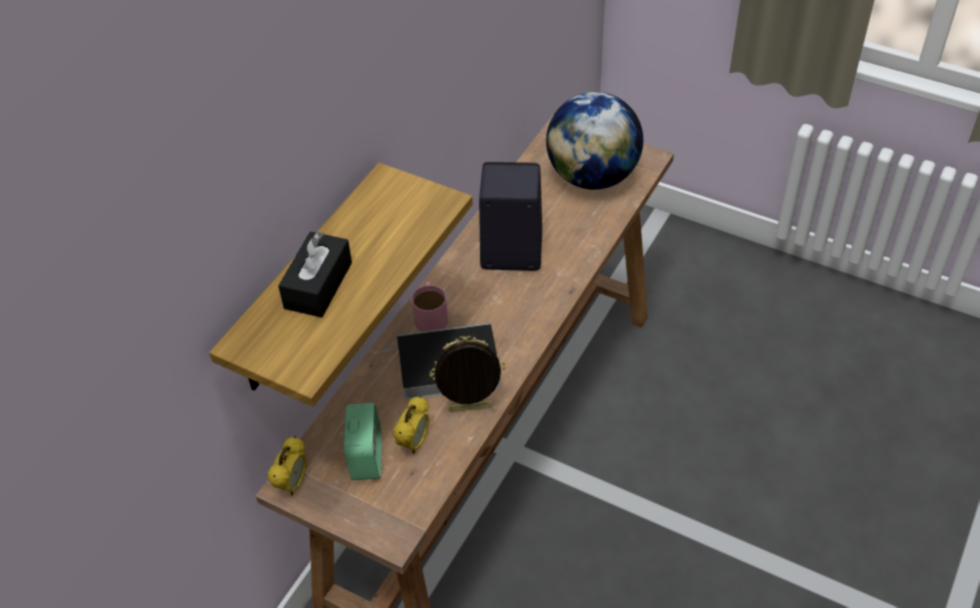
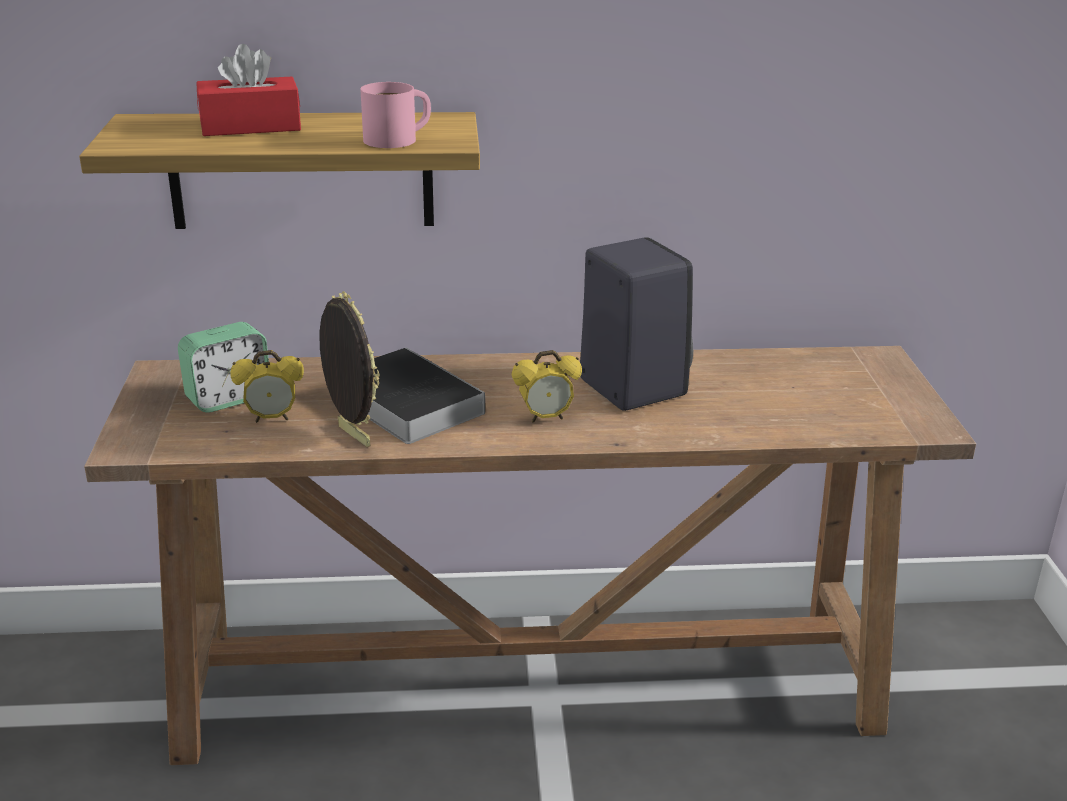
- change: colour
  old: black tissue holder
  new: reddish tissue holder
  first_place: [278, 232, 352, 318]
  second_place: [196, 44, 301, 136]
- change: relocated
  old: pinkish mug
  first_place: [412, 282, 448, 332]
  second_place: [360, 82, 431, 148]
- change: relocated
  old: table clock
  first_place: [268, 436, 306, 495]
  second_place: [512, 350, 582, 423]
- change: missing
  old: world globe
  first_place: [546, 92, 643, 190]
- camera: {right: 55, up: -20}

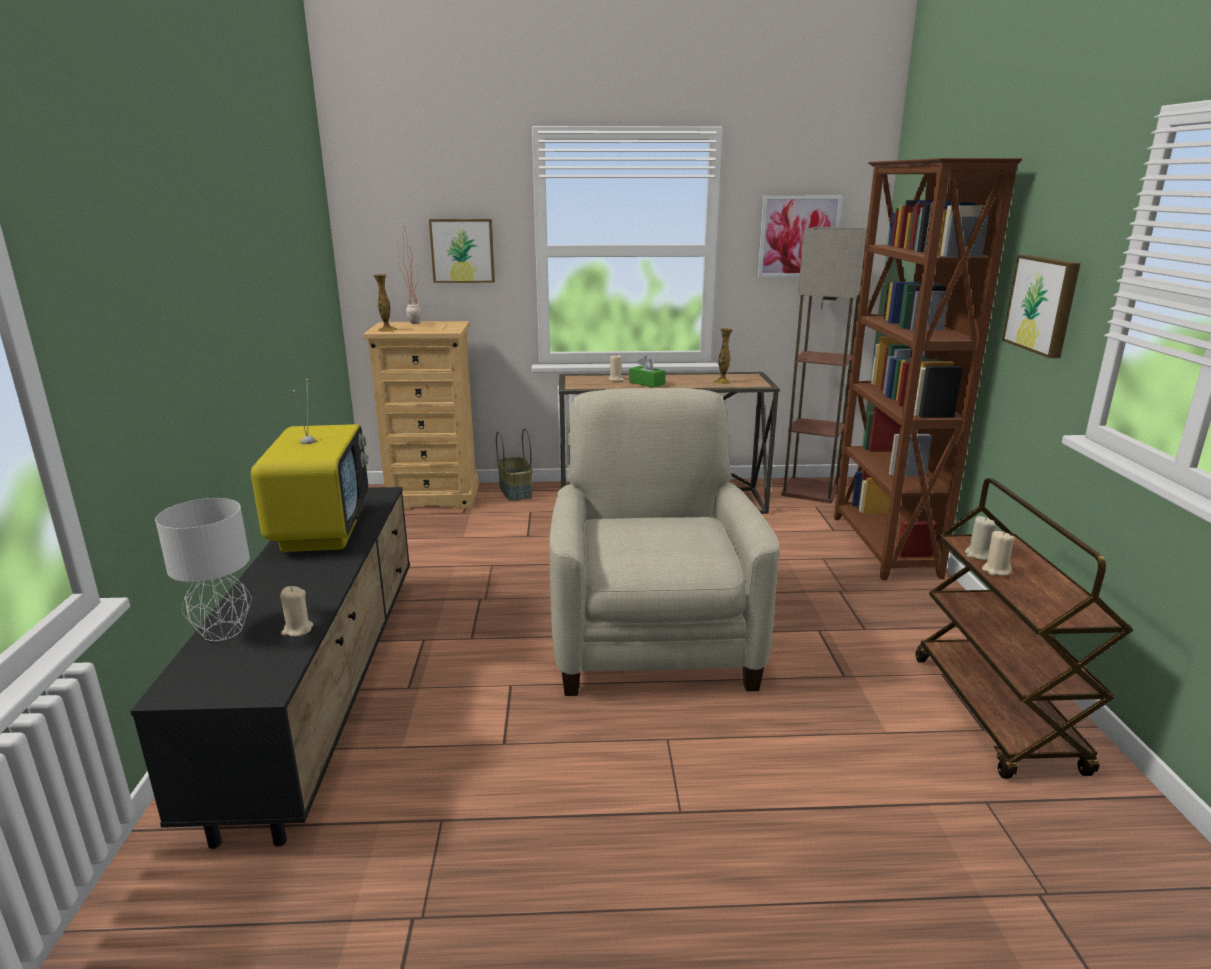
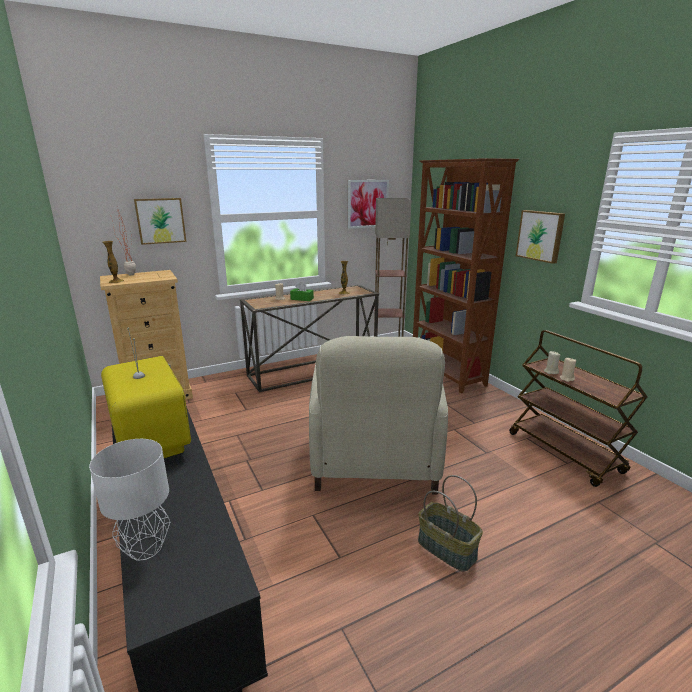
- change: spun
  old: beige-coloured easy chair
  first_place: [549, 388, 779, 696]
  second_place: [309, 336, 448, 494]
  degrees: -150
- change: relocated
  old: storage basket
  first_place: [496, 429, 532, 501]
  second_place: [418, 475, 483, 572]
- change: missing
  old: beige-coloured candle
  first_place: [280, 586, 313, 637]
- camera: {right: -25, up: 0}

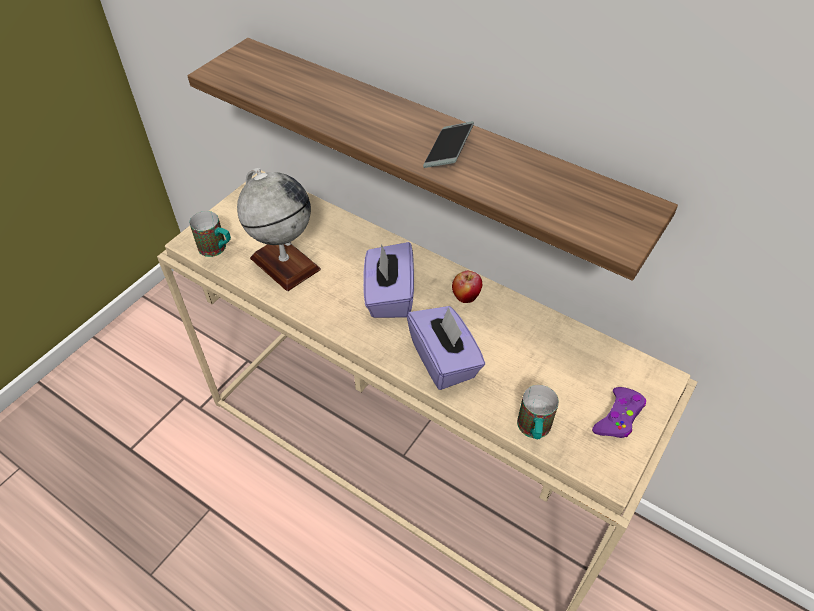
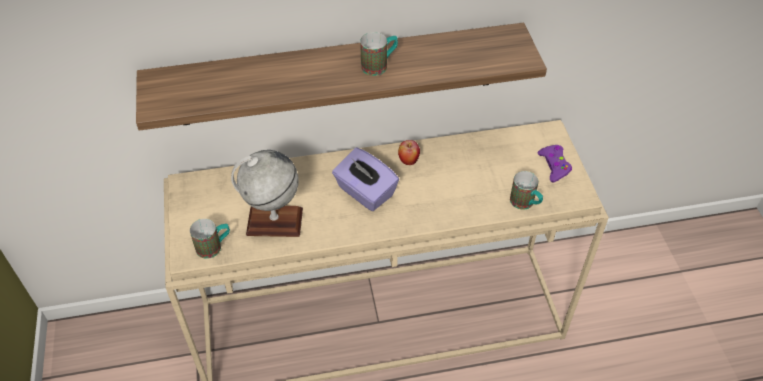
- change: exchanged
  old: telephone
  new: mug
  first_place: [423, 121, 474, 168]
  second_place: [360, 32, 398, 76]
- change: missing
  old: purple tissue holder
  first_place: [407, 306, 485, 390]
- camera: {right: -45, up: 0}

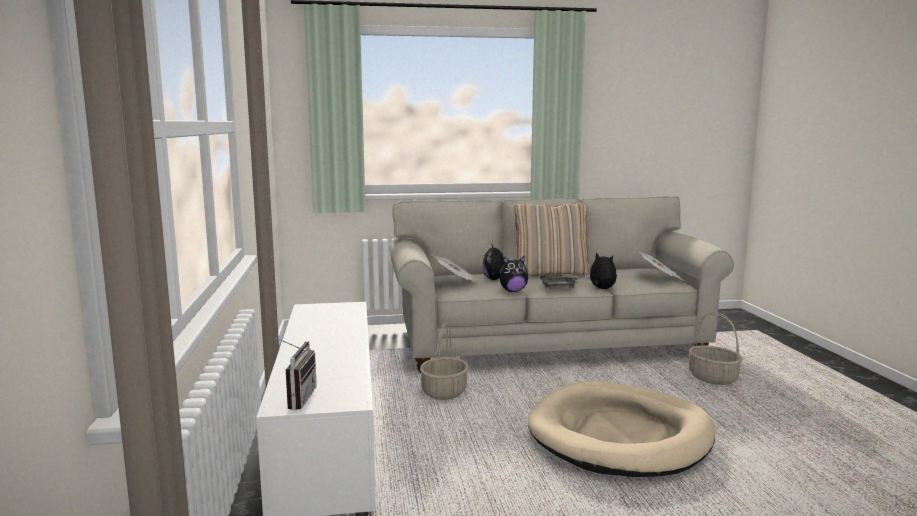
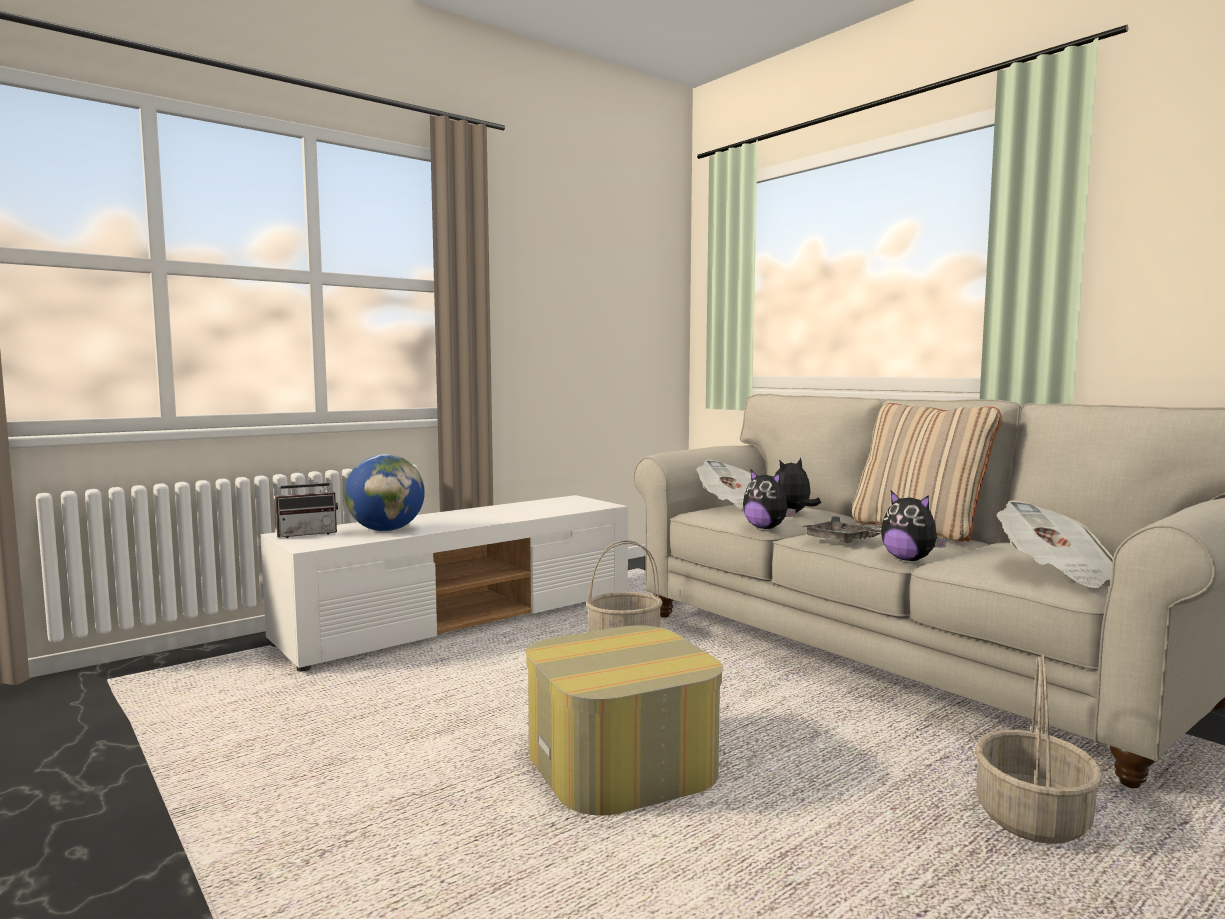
- change: appeared
  new: world globe
  second_place: [344, 454, 425, 531]
- change: exchanged
  old: beige-coloured pet bed
  new: footrest
  first_place: [528, 381, 715, 477]
  second_place: [526, 626, 723, 816]
- change: spun
  old: soft toy
  first_place: [585, 252, 617, 289]
  second_place: [881, 491, 947, 561]
  degrees: 120
- camera: {right: 60, up: -5}

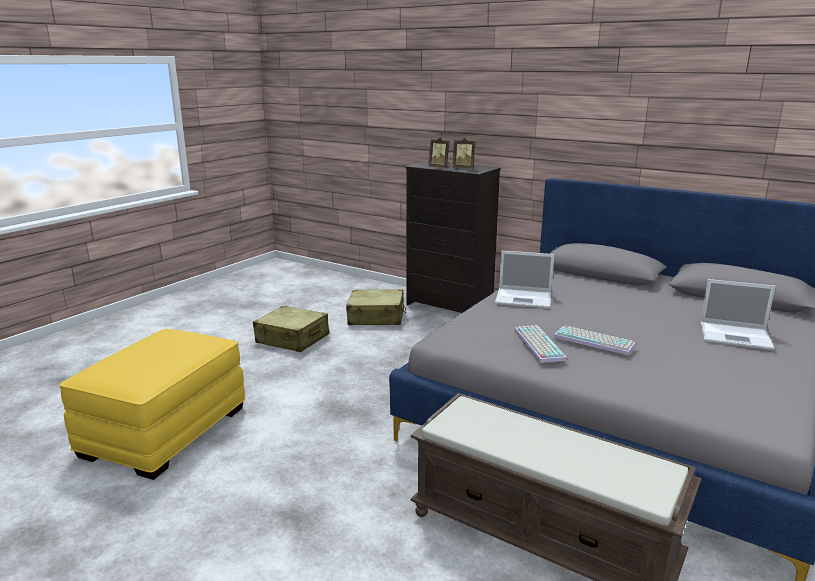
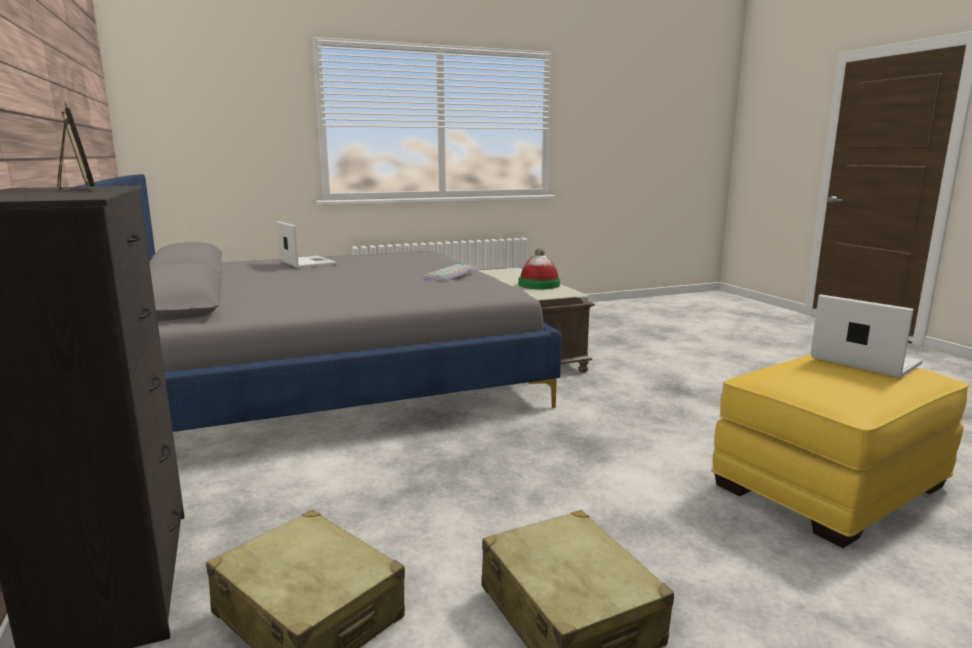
- change: appeared
  new: wearable hat
  second_place: [518, 248, 560, 289]
- change: relocated
  old: portable computer
  first_place: [495, 251, 555, 309]
  second_place: [810, 294, 923, 378]
- change: missing
  old: picture frame
  first_place: [428, 137, 450, 168]
- change: missing
  old: computer keyboard
  first_place: [553, 325, 636, 355]
- camera: {right: -145, up: -5}

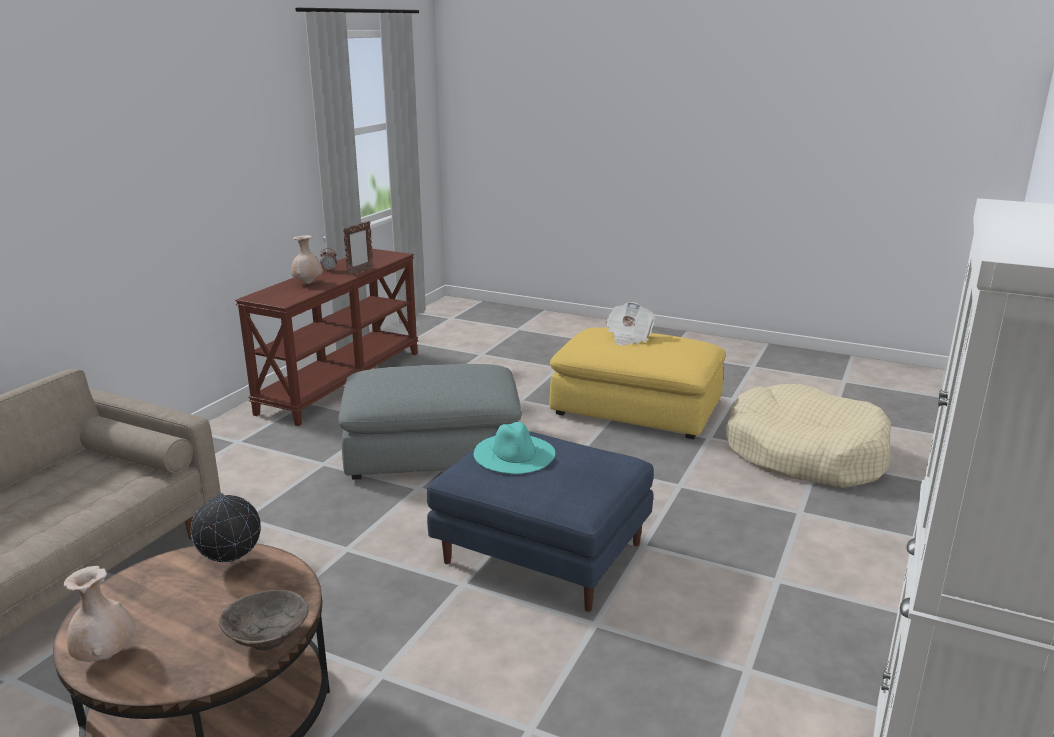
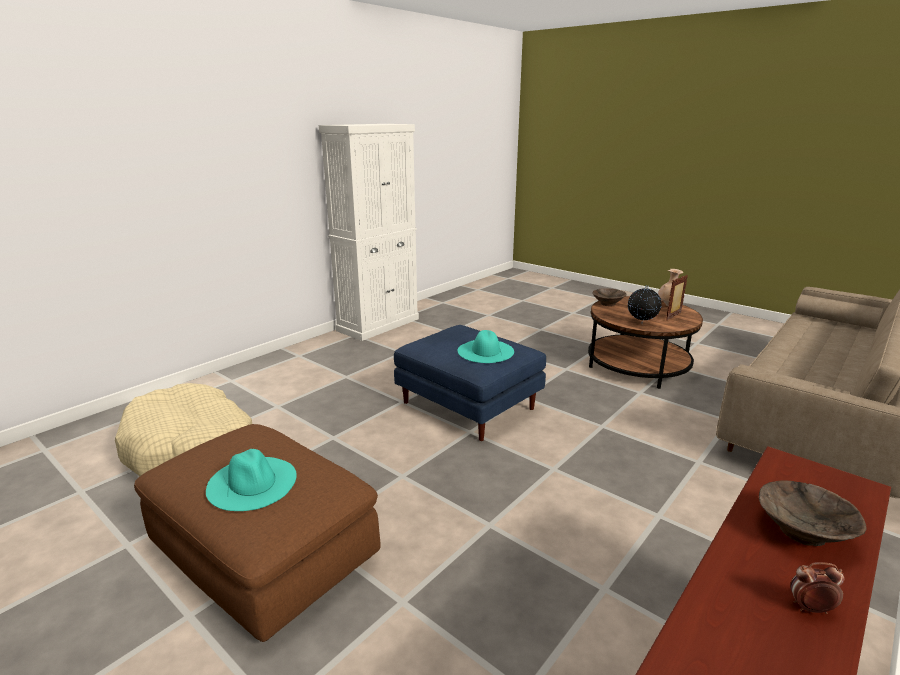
- change: colour
  old: yellowish footrest
  new: brownish footrest
  first_place: [549, 327, 726, 439]
  second_place: [134, 424, 381, 642]
- change: exchanged
  old: printed paper
  new: blue-green wearable hat
  first_place: [606, 302, 655, 345]
  second_place: [206, 449, 297, 511]
- change: relocated
  old: picture frame
  first_place: [343, 221, 373, 276]
  second_place: [666, 275, 688, 321]
- change: exchanged
  old: beige-coloured decorative vase
  new: brownish bowl
  first_place: [291, 235, 323, 284]
  second_place: [759, 480, 867, 546]
- change: missing
  old: grey footrest
  first_place: [338, 364, 522, 480]
- camera: {right: -165, up: 0}

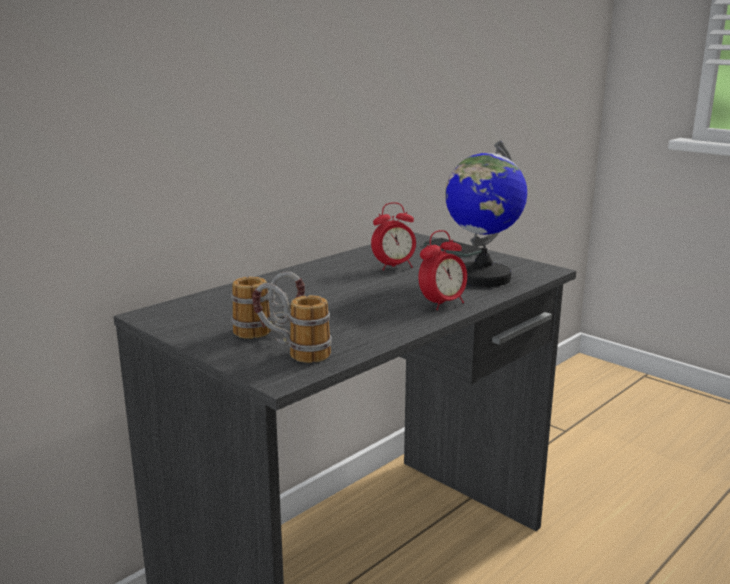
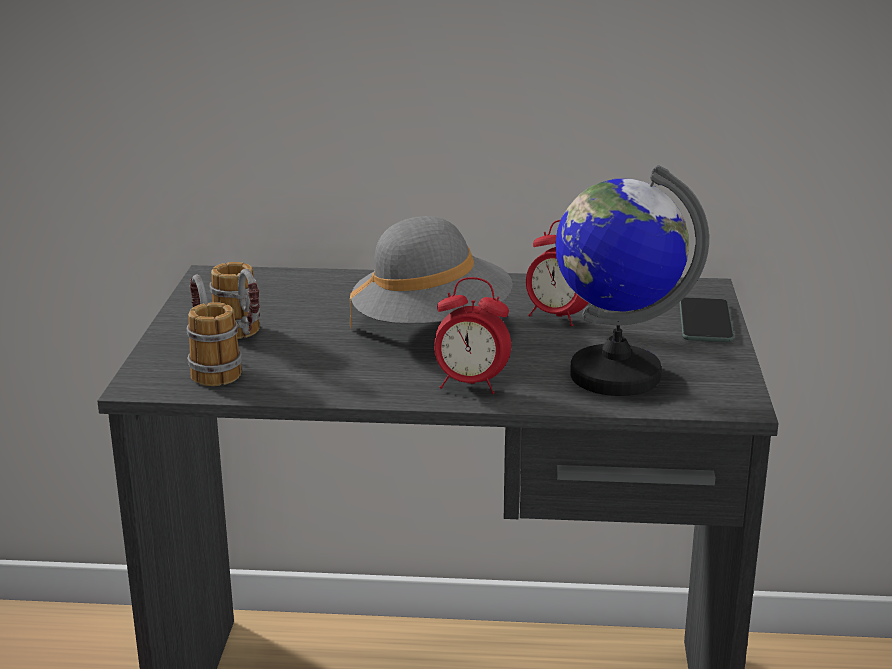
- change: appeared
  new: grey wearable hat
  second_place: [350, 216, 513, 329]
- camera: {right: 50, up: 5}

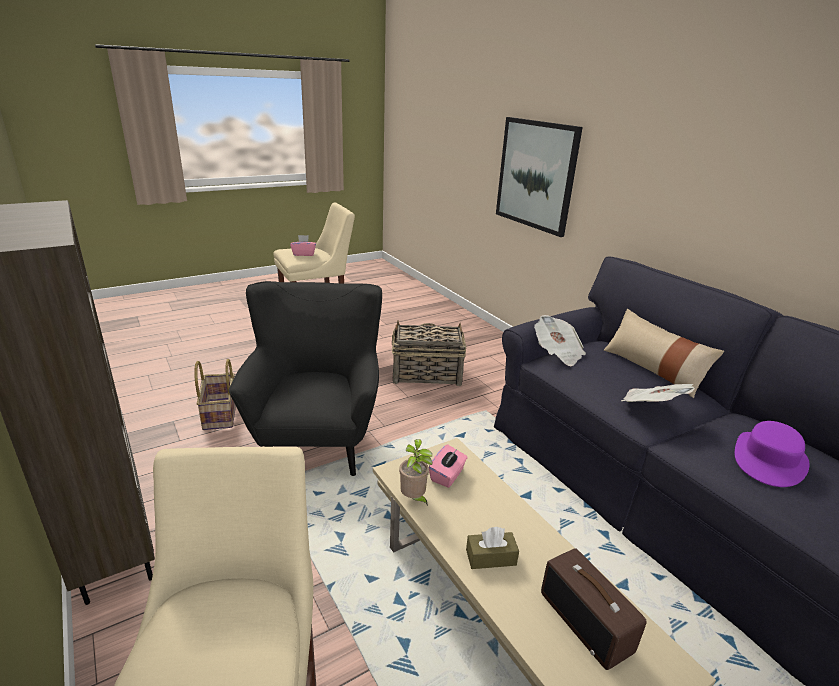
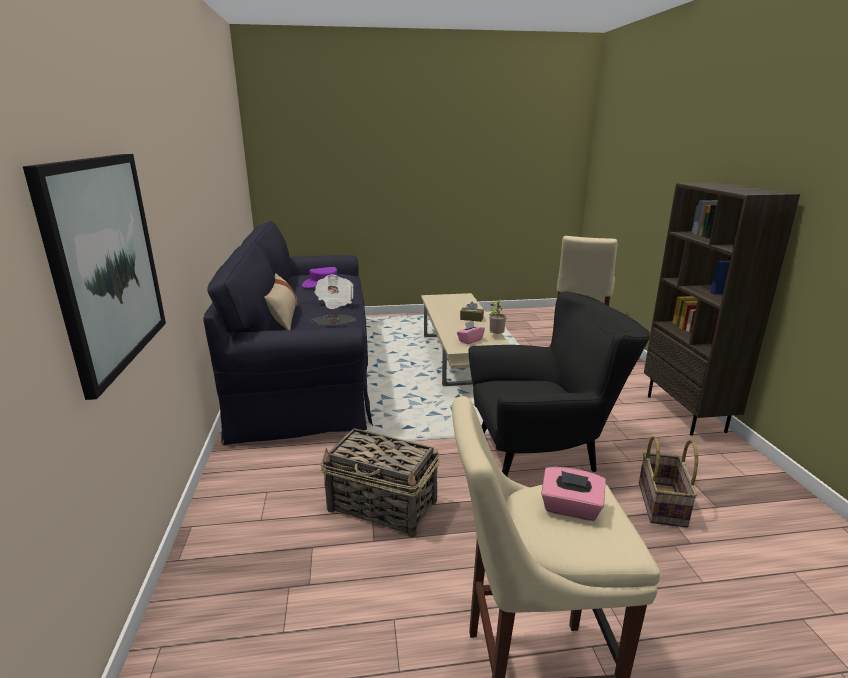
- change: spun
  old: black easy chair
  first_place: [229, 281, 382, 476]
  second_place: [468, 291, 650, 476]
  degrees: -120
- change: missing
  old: radio receiver
  first_place: [541, 548, 647, 670]
- camera: {right: -155, up: -5}

